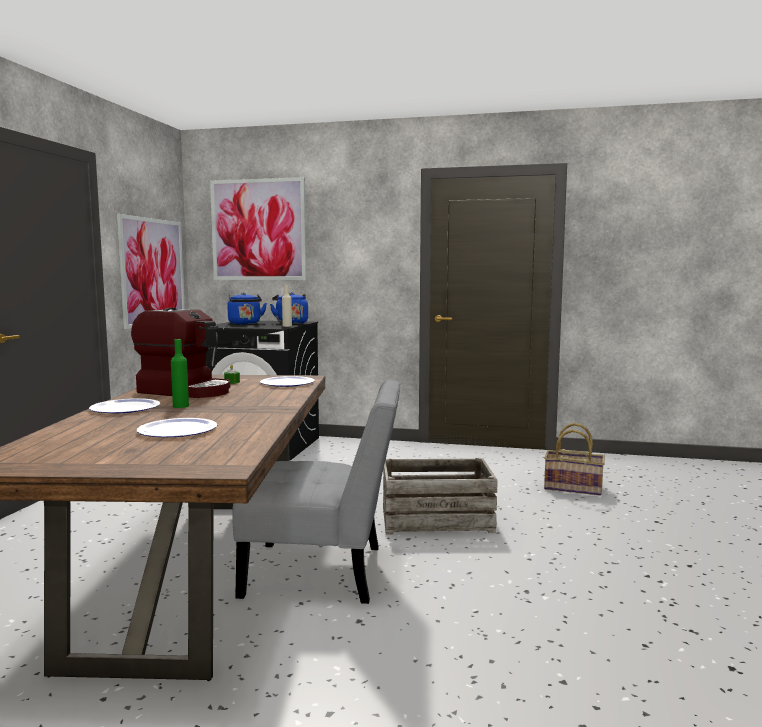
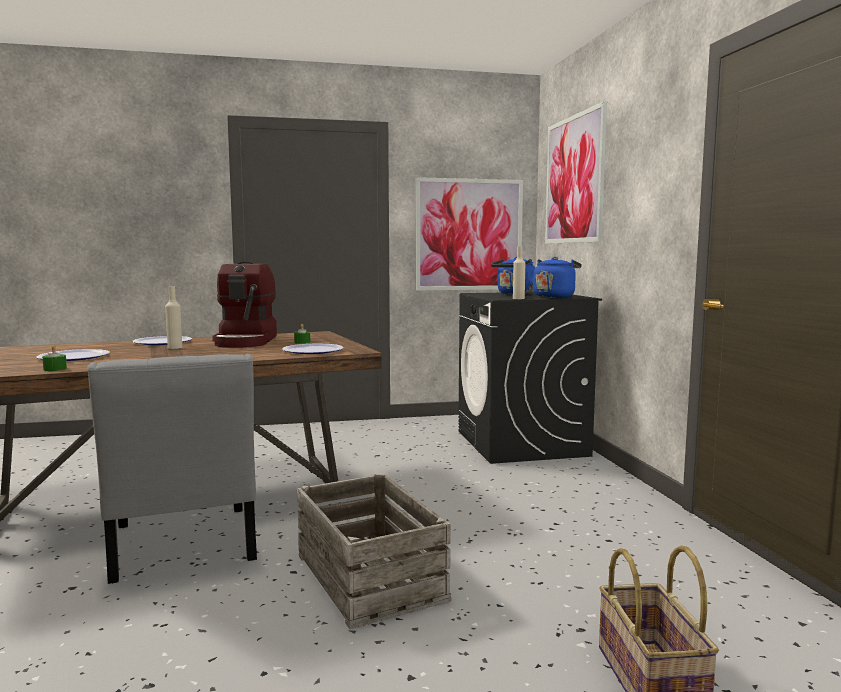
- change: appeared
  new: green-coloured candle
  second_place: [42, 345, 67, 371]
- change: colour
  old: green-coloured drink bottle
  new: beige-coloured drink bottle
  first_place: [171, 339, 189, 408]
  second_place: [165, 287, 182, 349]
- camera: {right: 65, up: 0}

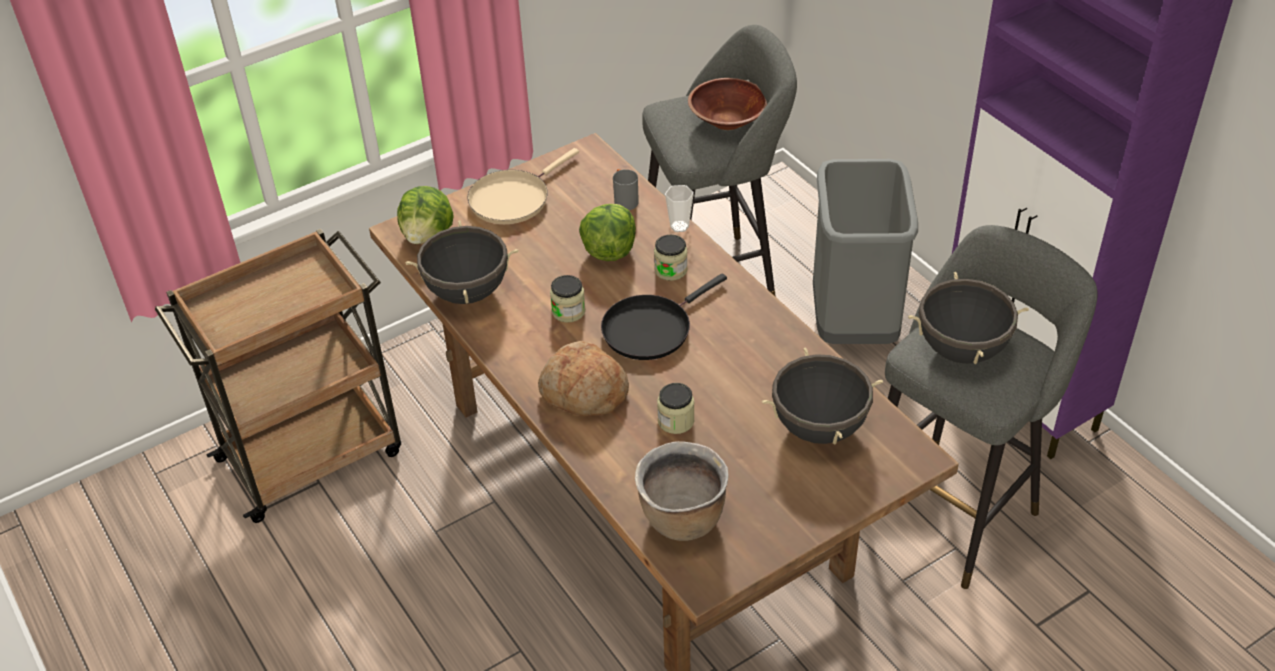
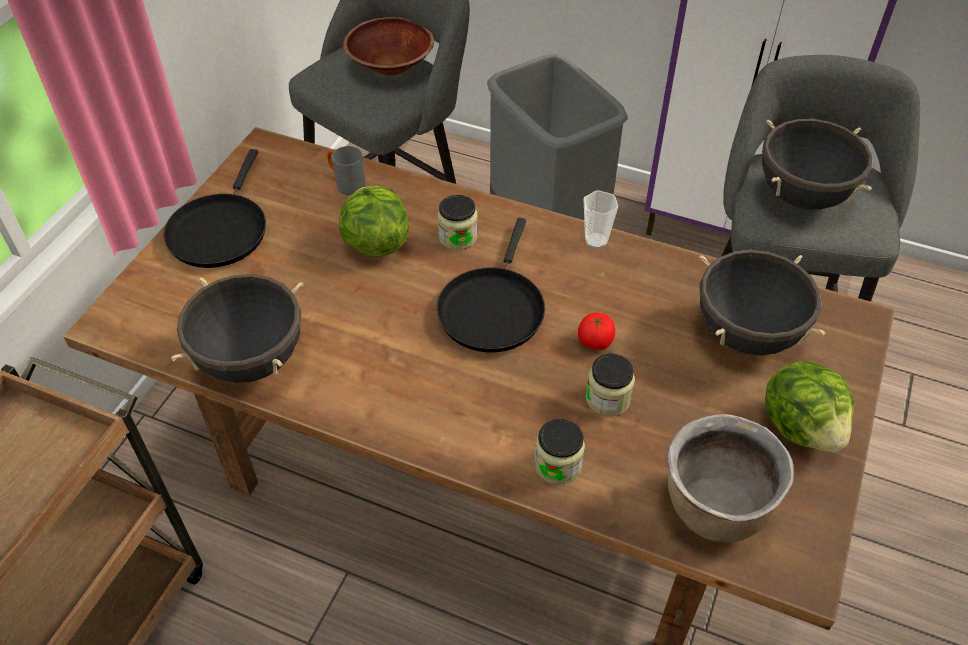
- change: colour
  old: beige-coloured frying pan
  new: black frying pan
  first_place: [467, 148, 579, 224]
  second_place: [163, 149, 266, 268]
- change: relocated
  old: jar
  first_place: [550, 275, 586, 323]
  second_place: [534, 419, 585, 484]
- change: appeared
  new: whole tomato
  second_place: [578, 313, 615, 350]
- change: relocated
  old: drinking cup
  first_place: [665, 185, 694, 232]
  second_place: [584, 190, 618, 249]
- change: relocated
  old: lettuce head
  first_place: [397, 186, 454, 244]
  second_place: [765, 361, 854, 452]
- change: missing
  old: baked bread
  first_place: [538, 341, 629, 416]
- camera: {right: -35, up: 5}

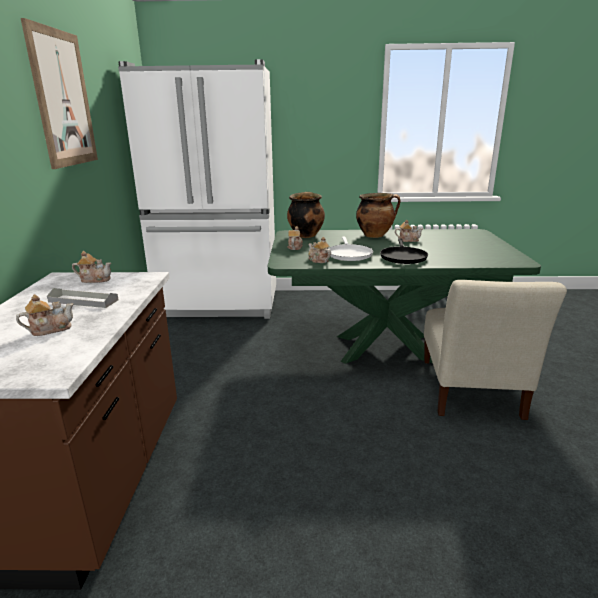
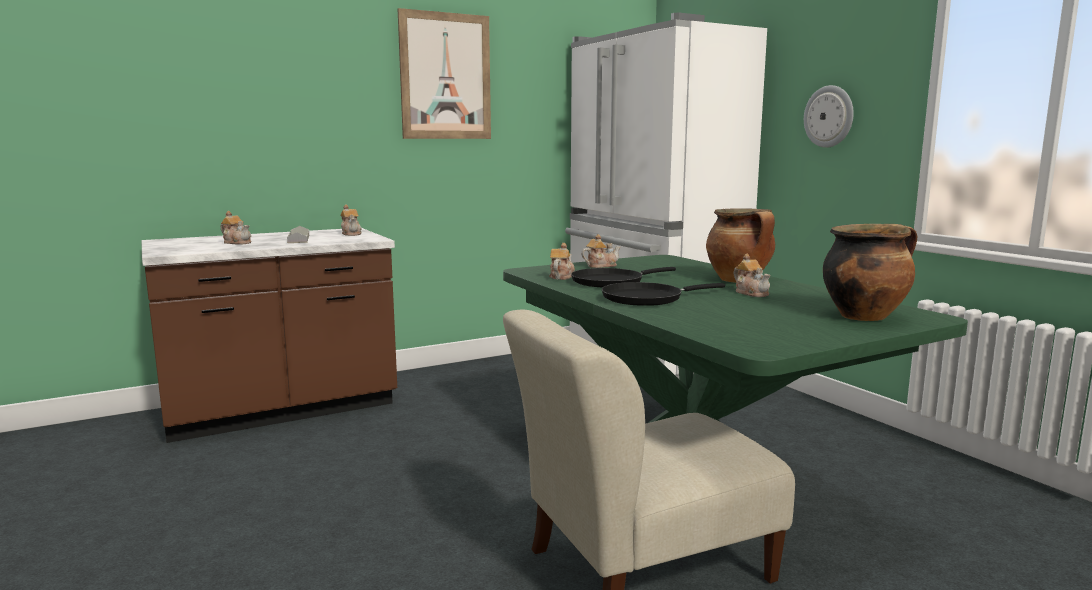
- change: colour
  old: white frying pan
  new: black frying pan
  first_place: [328, 237, 373, 261]
  second_place: [571, 267, 676, 287]
- change: appeared
  new: hanging clock
  second_place: [804, 85, 854, 148]
- change: relocated
  old: cooking pot
  first_place: [287, 192, 325, 238]
  second_place: [823, 224, 917, 321]
- camera: {right: 60, up: -10}

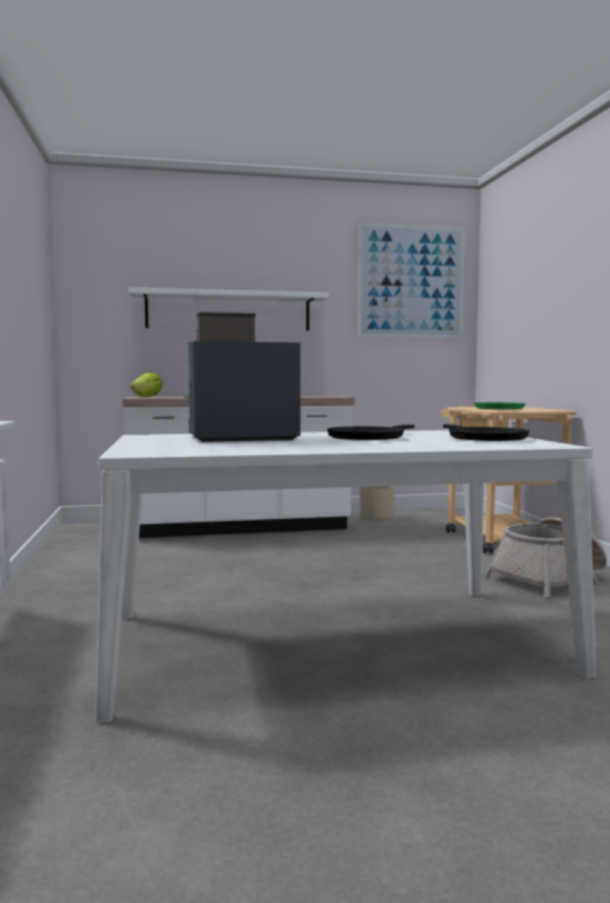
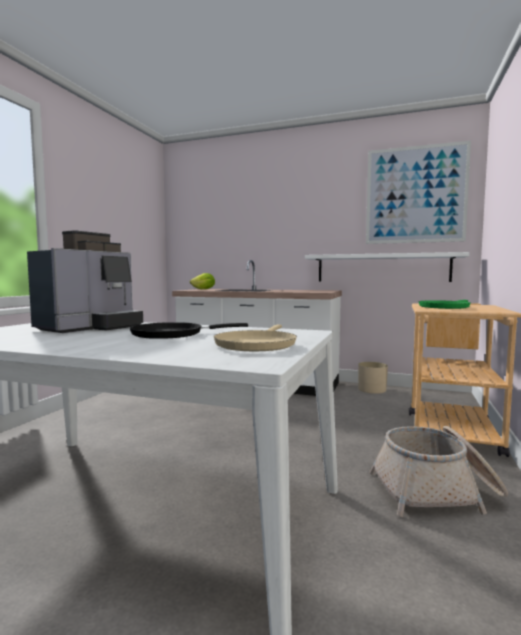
- change: spun
  old: coffee machine
  first_place: [188, 312, 300, 442]
  second_place: [27, 230, 143, 333]
  degrees: 105
- change: colour
  old: black frying pan
  new: beige-coloured frying pan
  first_place: [443, 424, 530, 441]
  second_place: [214, 324, 297, 351]
- change: relocated
  old: white bracket shelf
  first_place: [129, 287, 328, 330]
  second_place: [305, 252, 469, 282]
- camera: {right: 30, up: 0}

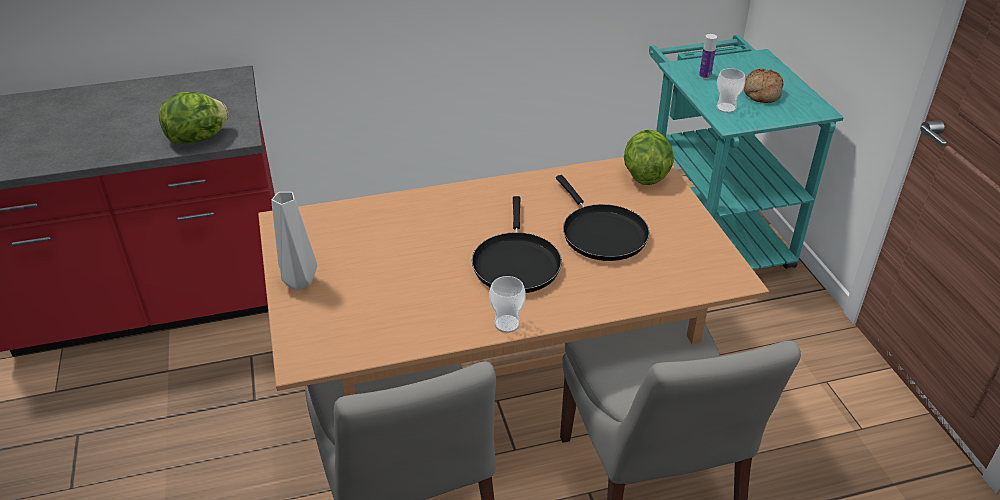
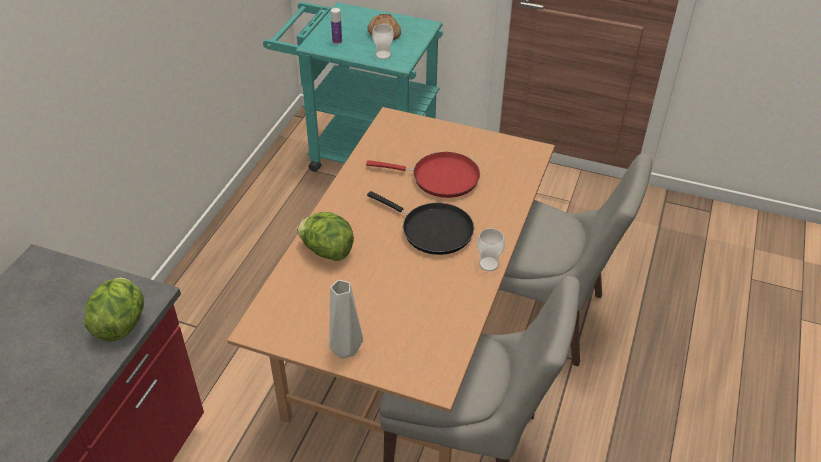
- change: relocated
  old: lettuce head
  first_place: [624, 129, 674, 185]
  second_place: [297, 212, 354, 261]
- change: colour
  old: black frying pan
  new: reddish frying pan
  first_place: [556, 175, 650, 261]
  second_place: [366, 152, 480, 198]
- camera: {right: -55, up: 5}

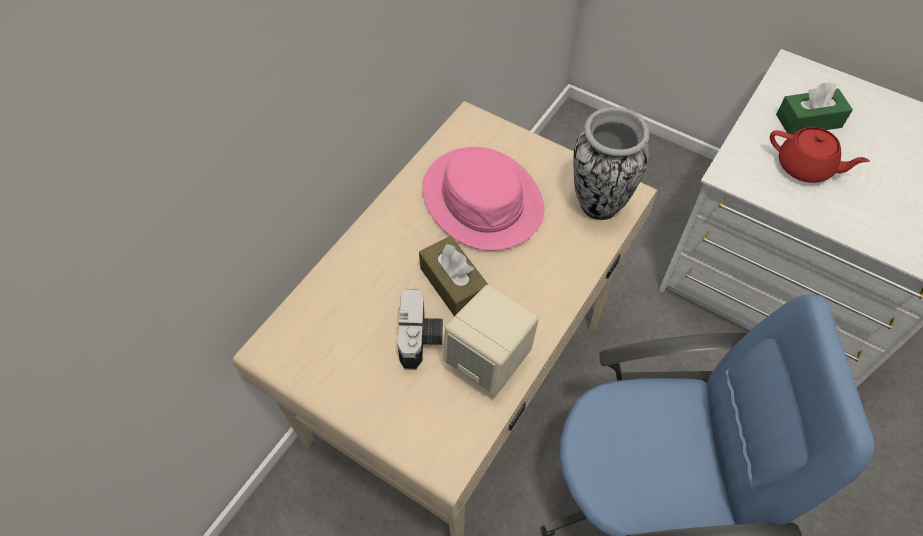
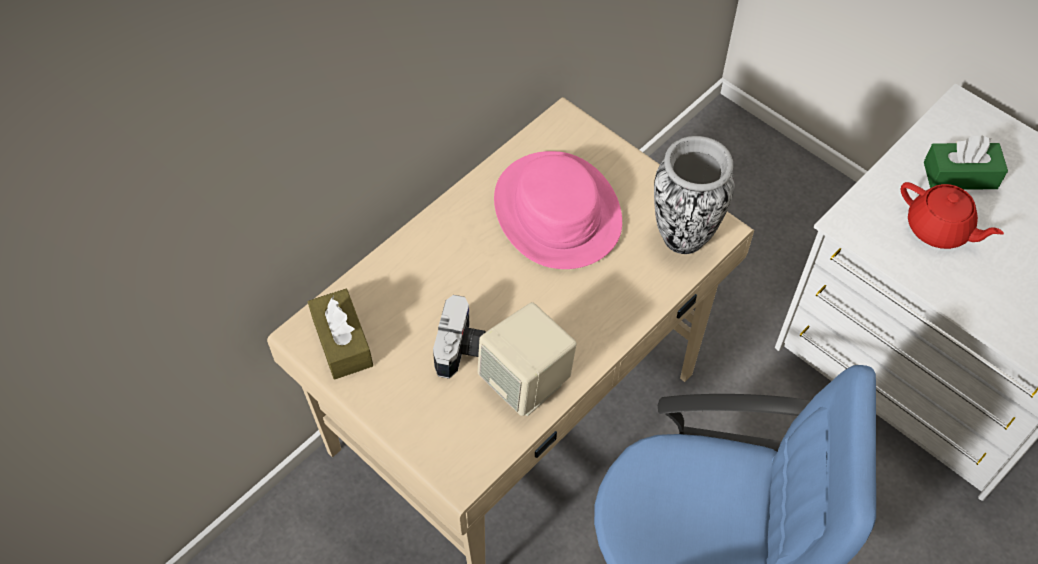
- change: relocated
  old: brownish tissue holder
  first_place: [419, 236, 488, 316]
  second_place: [308, 289, 373, 380]
- camera: {right: 10, up: 0}

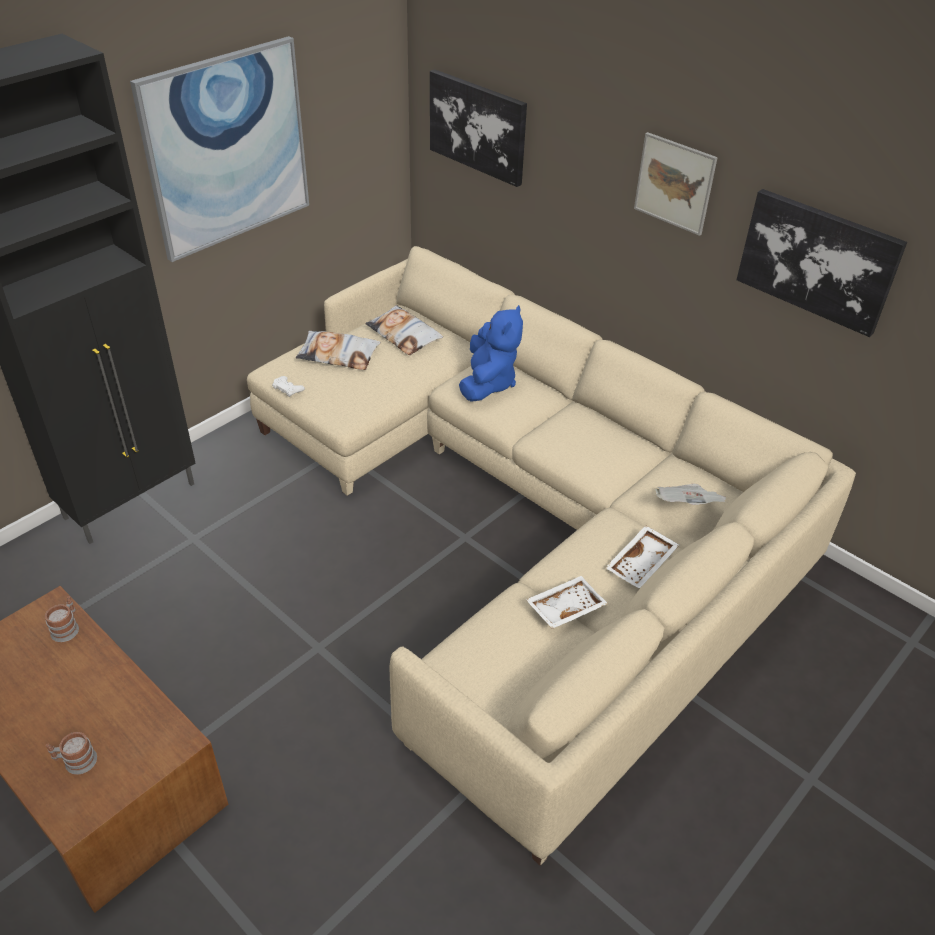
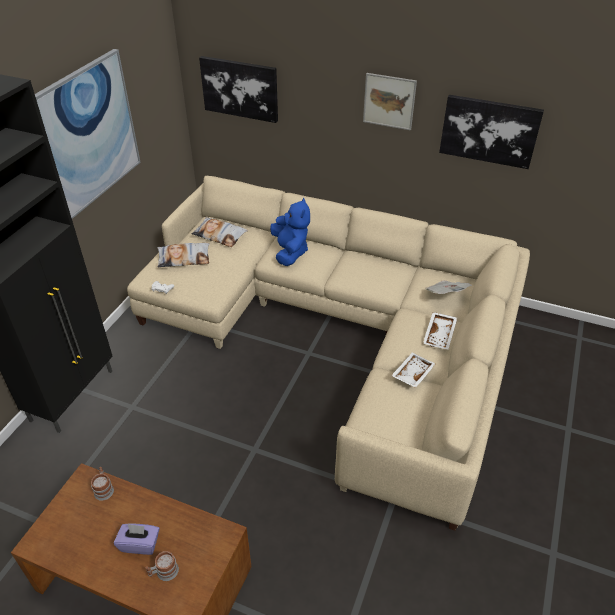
- change: appeared
  new: purple tissue holder
  second_place: [114, 524, 160, 555]
- camera: {right: -20, up: 0}

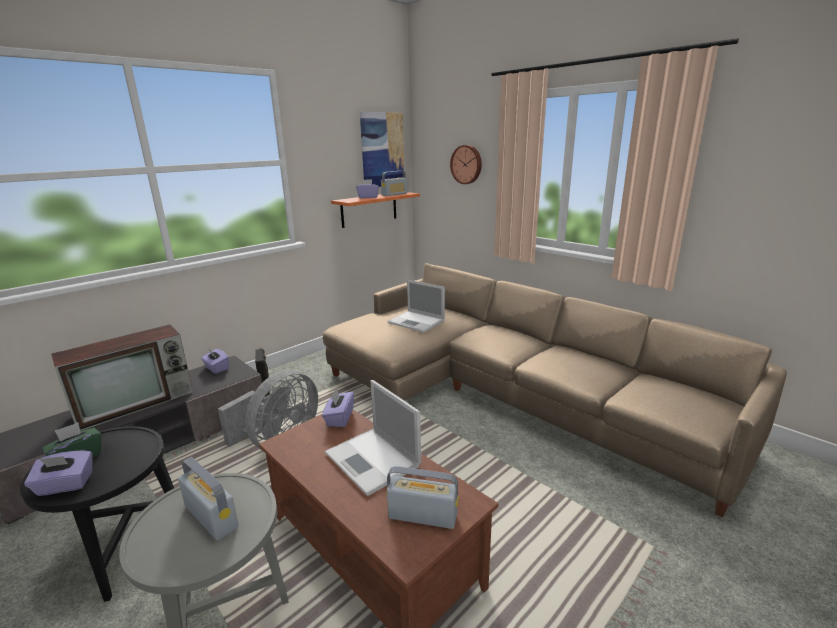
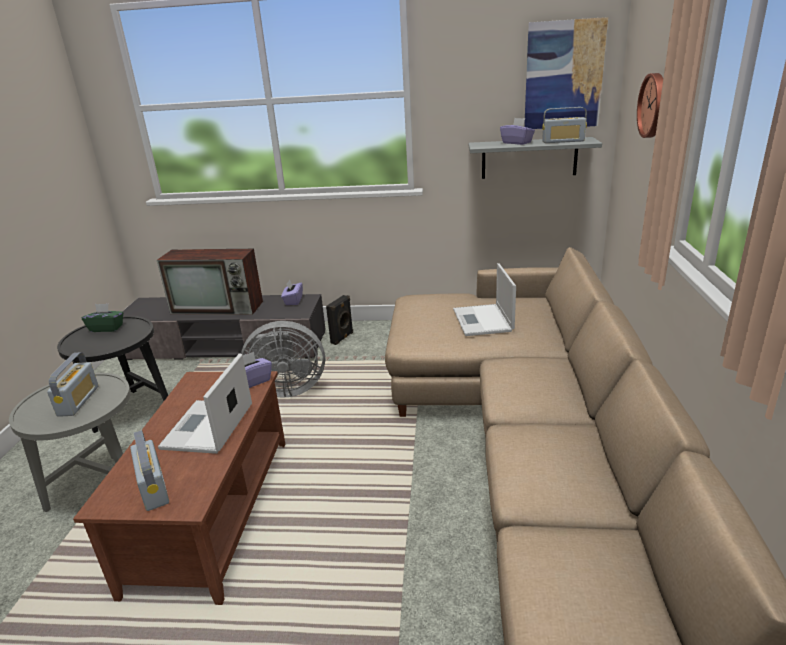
- change: colour
  old: orangey bracket shelf
  new: grey bracket shelf
  first_place: [331, 192, 420, 228]
  second_place: [469, 137, 602, 179]
- change: missing
  old: purple tissue holder
  first_place: [24, 450, 92, 496]
- camera: {right: 50, up: 5}

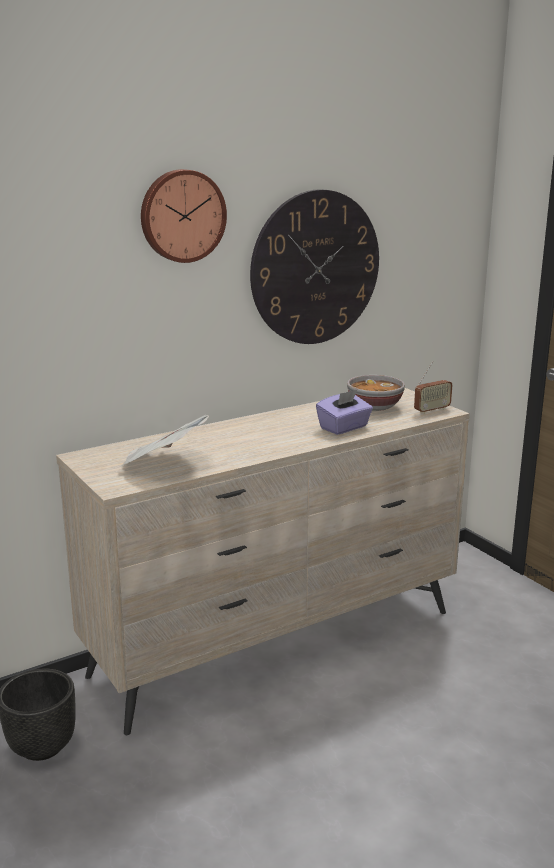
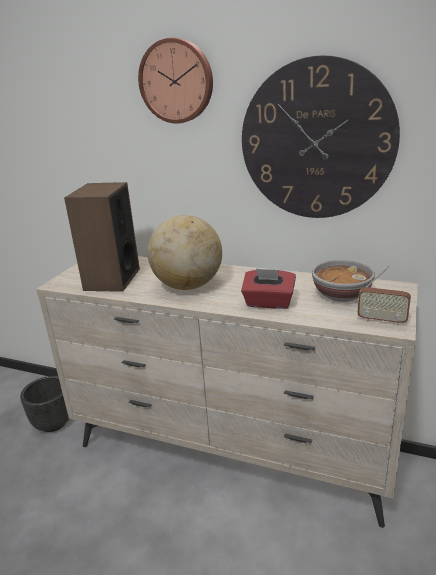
- change: exchanged
  old: printed paper
  new: audio speaker
  first_place: [120, 415, 209, 467]
  second_place: [64, 182, 140, 292]
- change: appeared
  new: world globe
  second_place: [147, 215, 222, 290]
- change: colour
  old: purple tissue holder
  new: reddish tissue holder
  first_place: [316, 389, 373, 435]
  second_place: [241, 268, 296, 309]
- camera: {right: 55, up: 5}

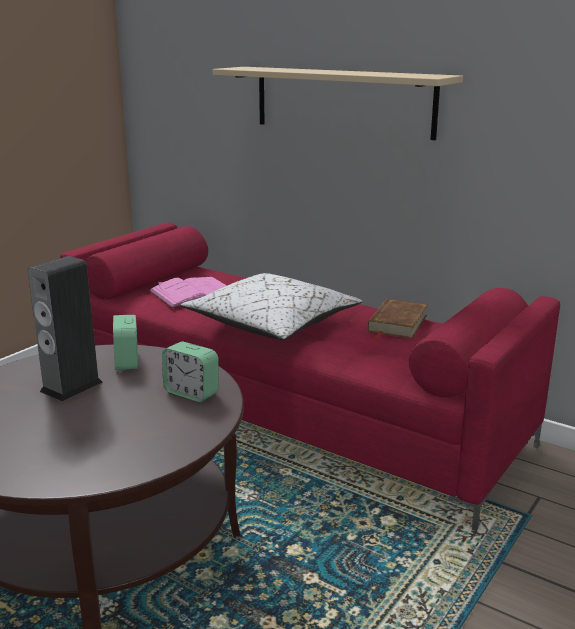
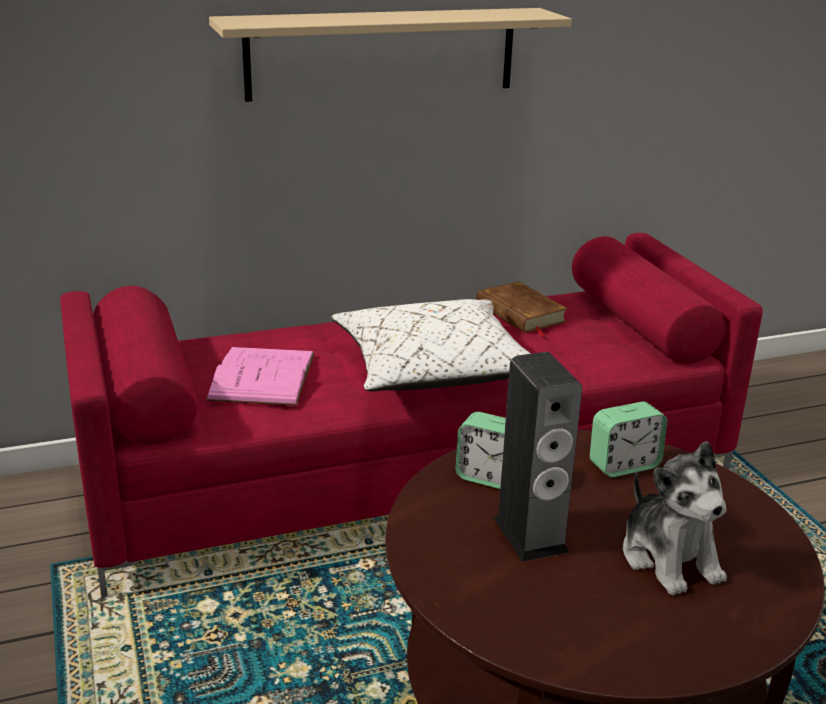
- change: appeared
  new: soft toy
  second_place: [623, 441, 727, 595]
- camera: {right: -55, up: 5}

